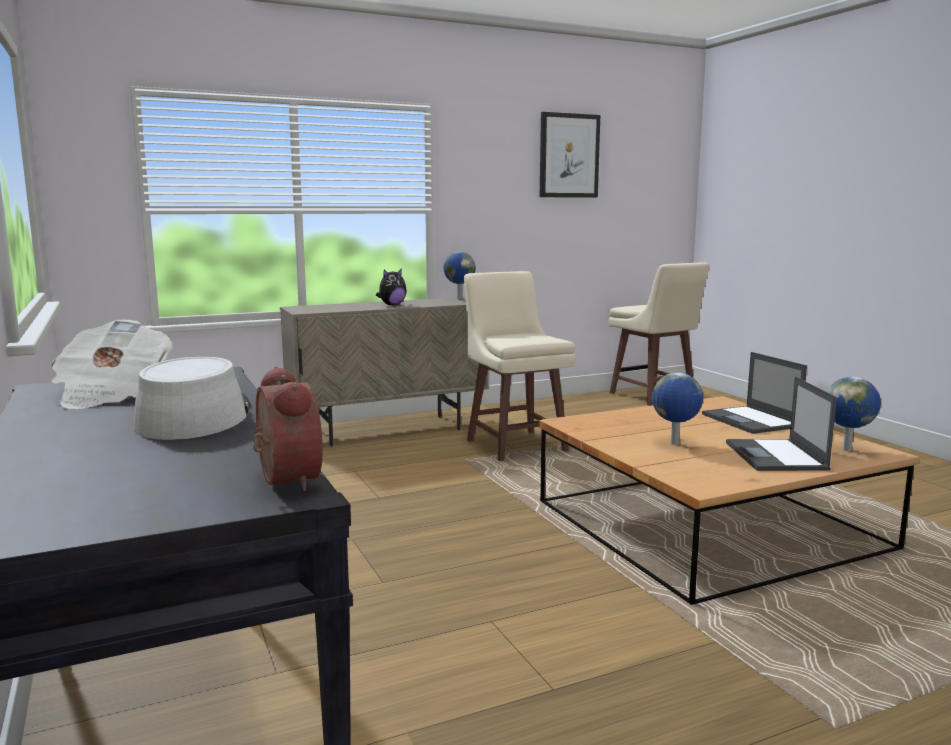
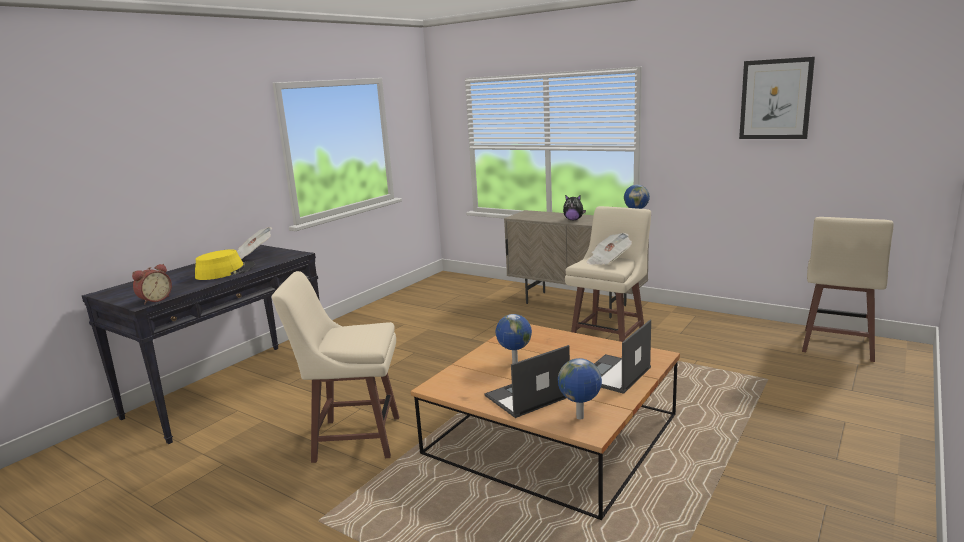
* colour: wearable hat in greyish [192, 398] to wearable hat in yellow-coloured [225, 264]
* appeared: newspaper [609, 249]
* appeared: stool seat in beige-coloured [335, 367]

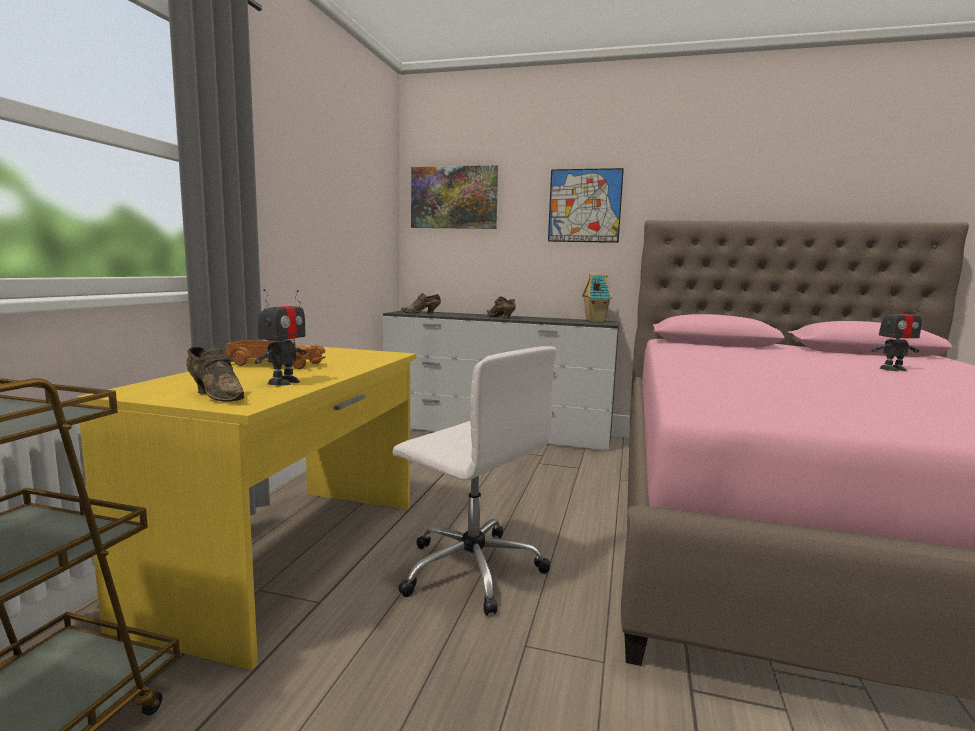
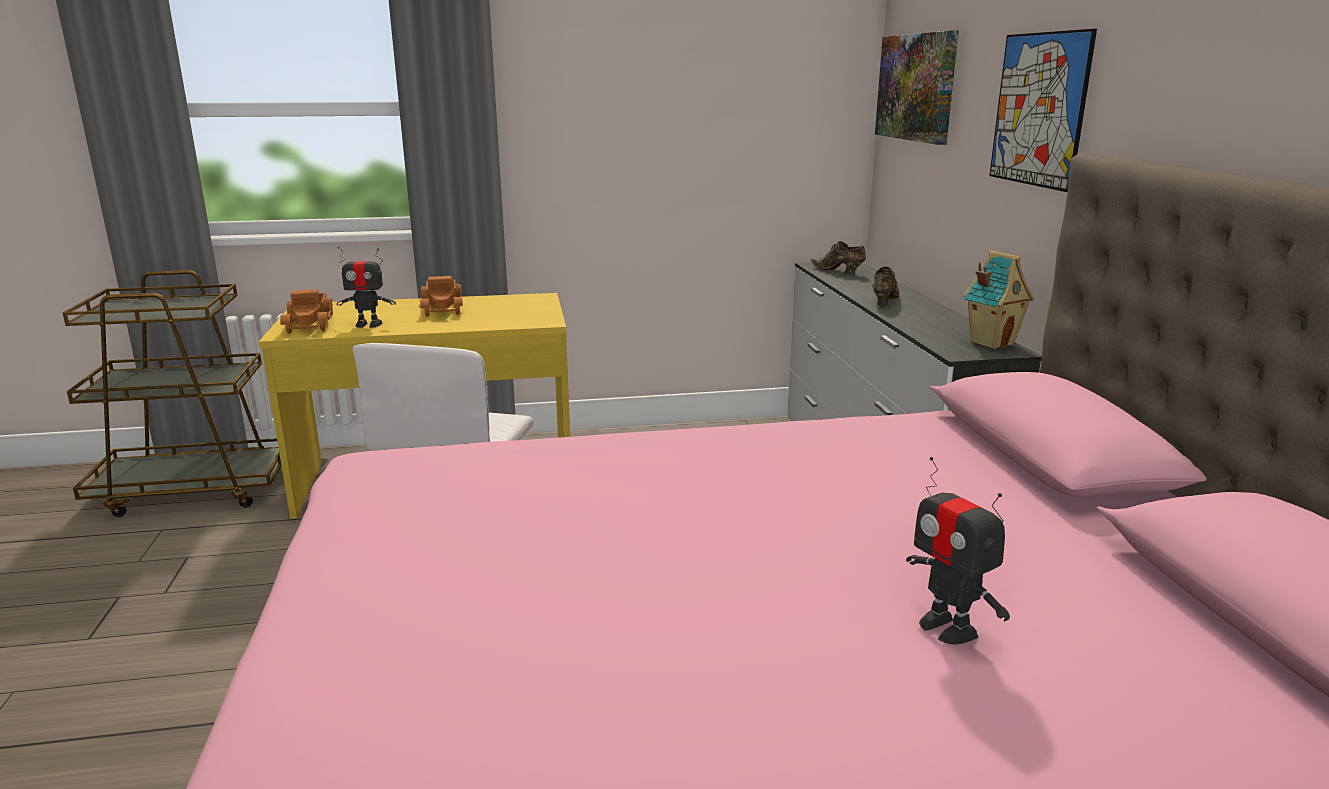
* exchanged: low shoe in brown [215, 374] to toy truck [306, 311]

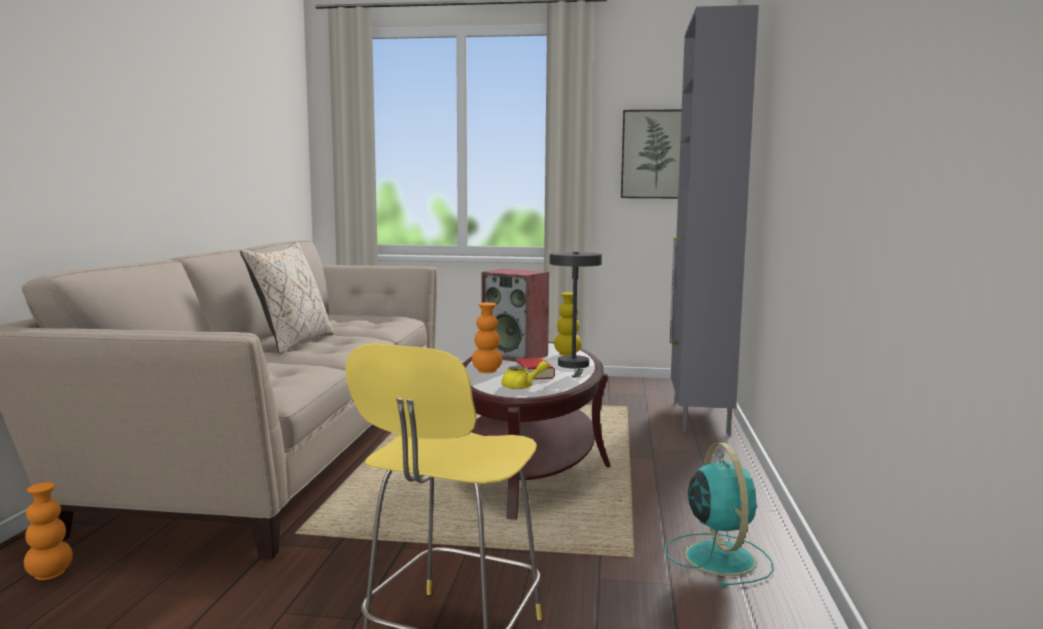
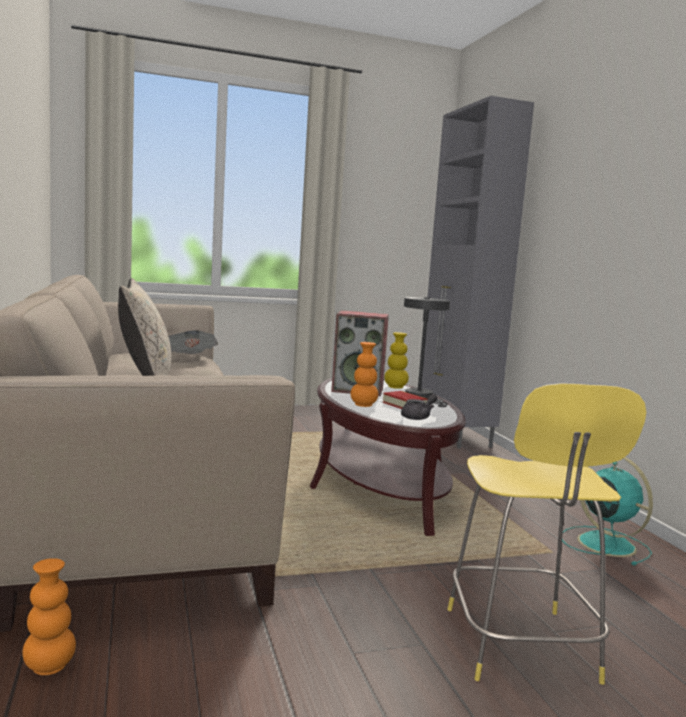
* missing: picture [651, 153]
* colour: tea pot in yellow-coloured [525, 375] to tea pot in greyish [419, 407]
* appeared: newspaper [193, 342]

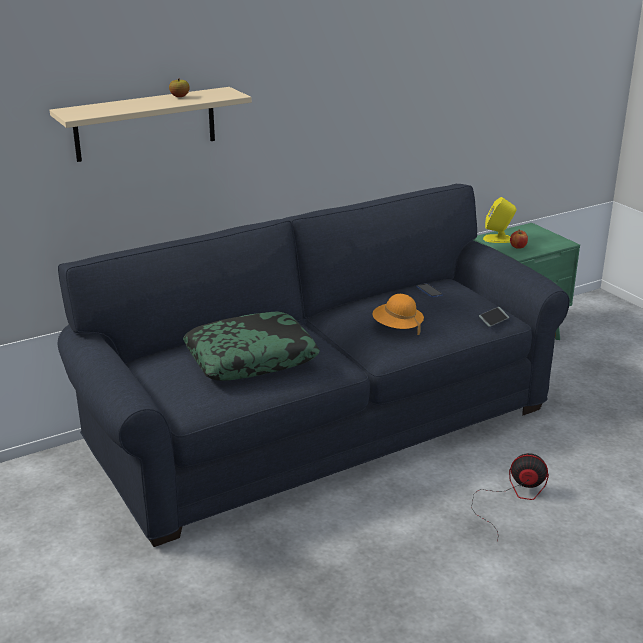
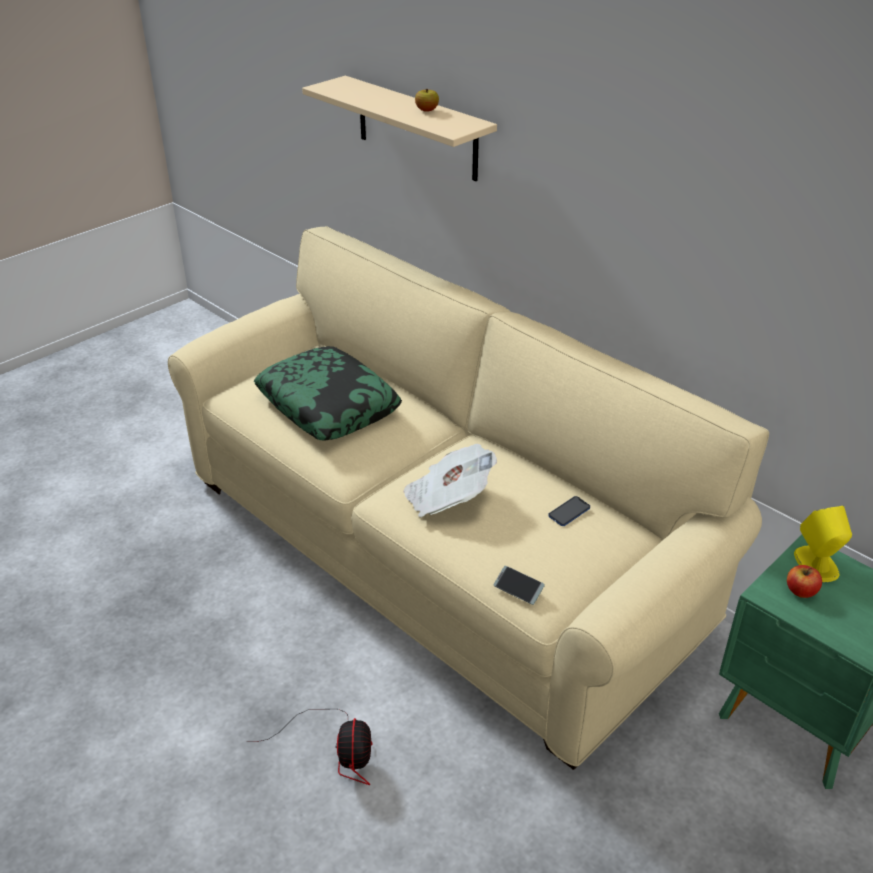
* colour: settee in blue [314, 365] to settee in beige-coloured [468, 498]
* exchanged: wearable hat in orangey [398, 314] to newspaper [450, 481]

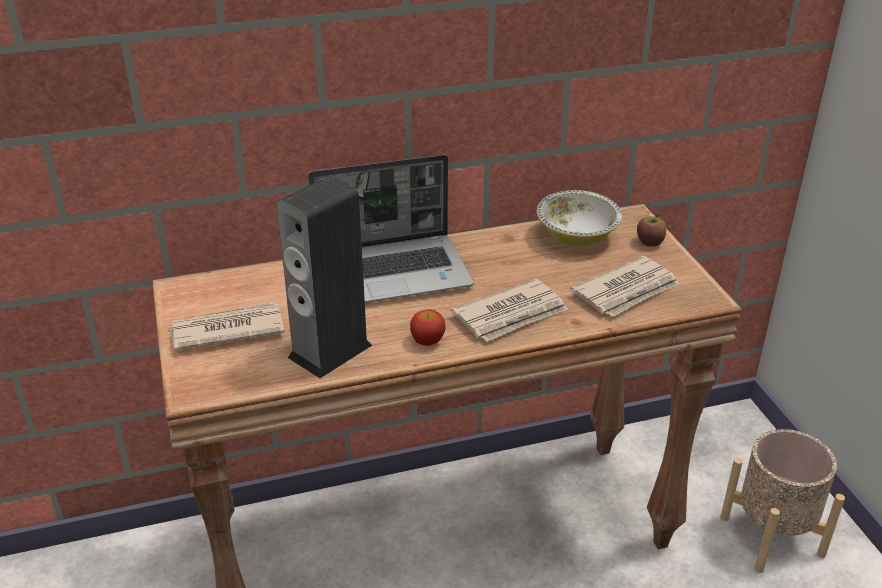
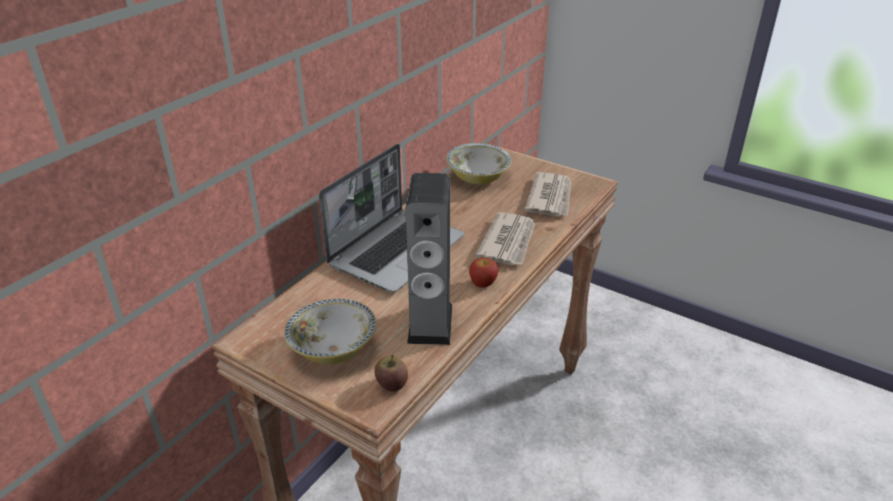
* relocated: apple fruit [651, 230] to [391, 373]
* exchanged: newspaper [227, 326] to serving bowl [330, 331]
* missing: flower pot in beige-coloured [782, 501]

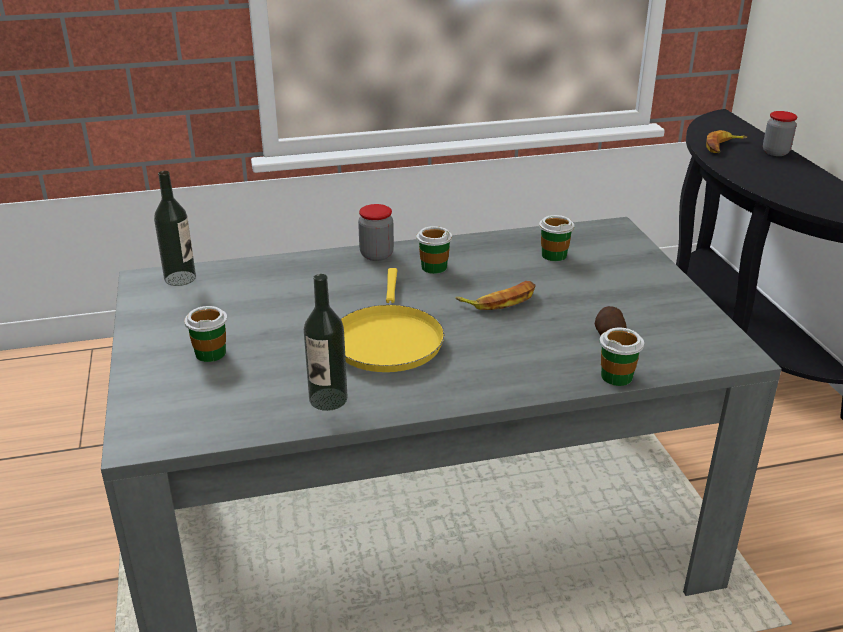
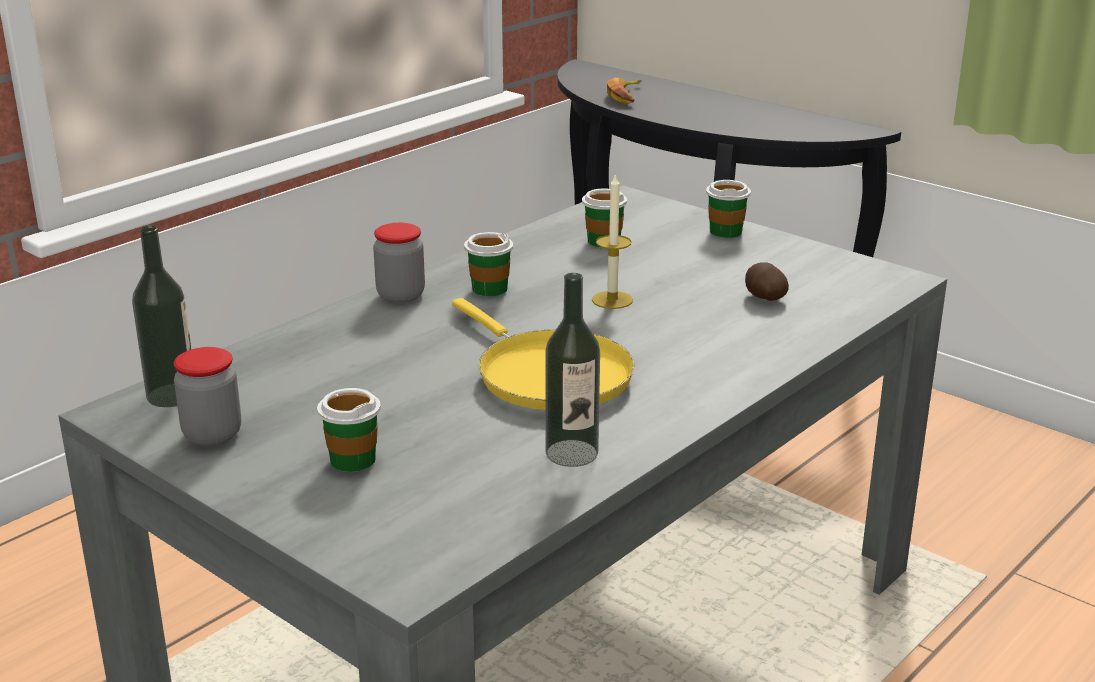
* relocated: preserve jar [780, 133] to [207, 396]
* exchanged: banana [495, 295] to wax light [612, 241]
* relocated: small cup [622, 357] to [728, 209]

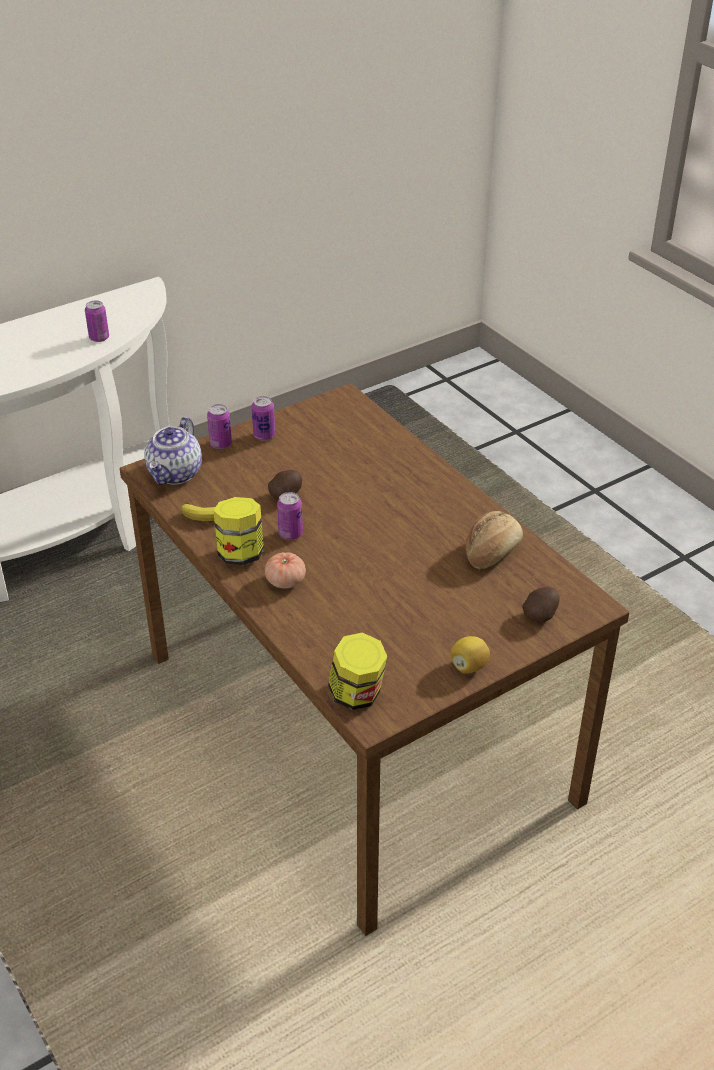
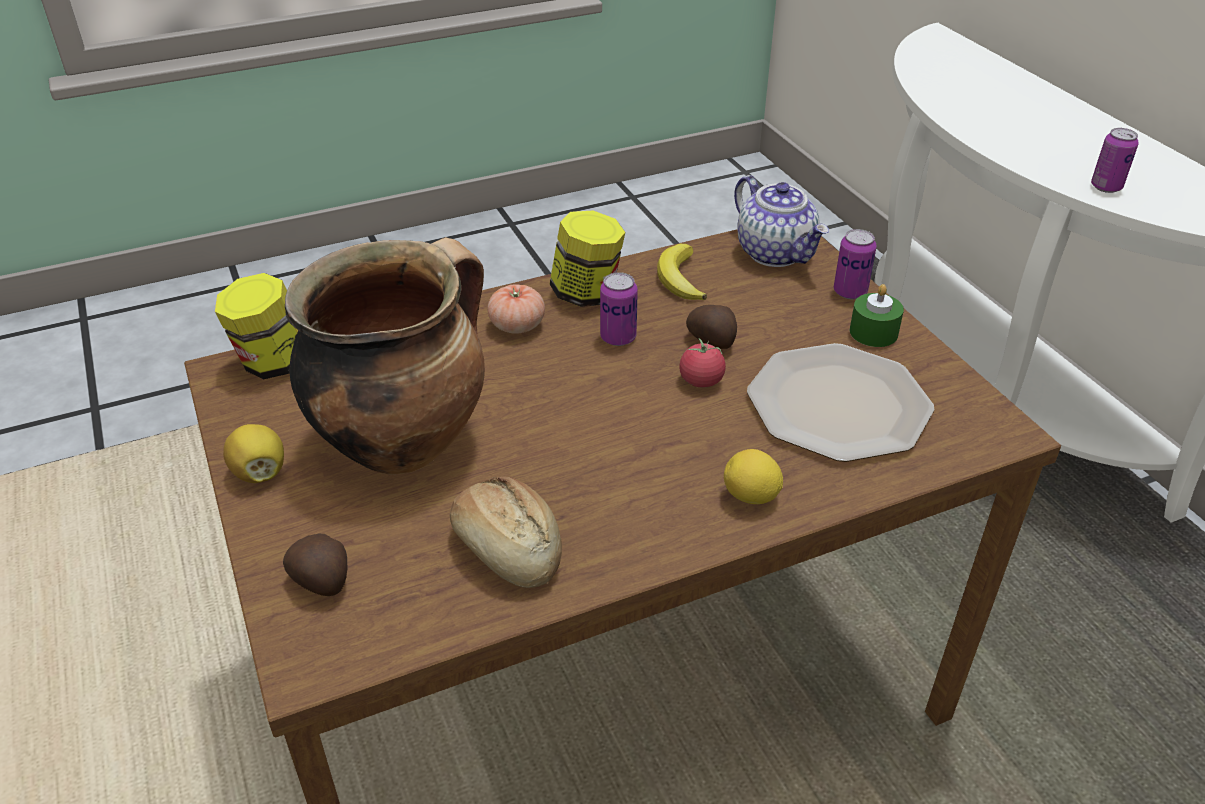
* exchanged: metal can [263, 418] to wax light in green-coloured [877, 315]
* spun: tea pot [173, 451] = [781, 221] 150 degrees counterclockwise
* appeared: stockpot [385, 356]
* appeared: whole tomato [702, 362]
* appeared: plate [840, 402]
* appeared: lemon [753, 476]

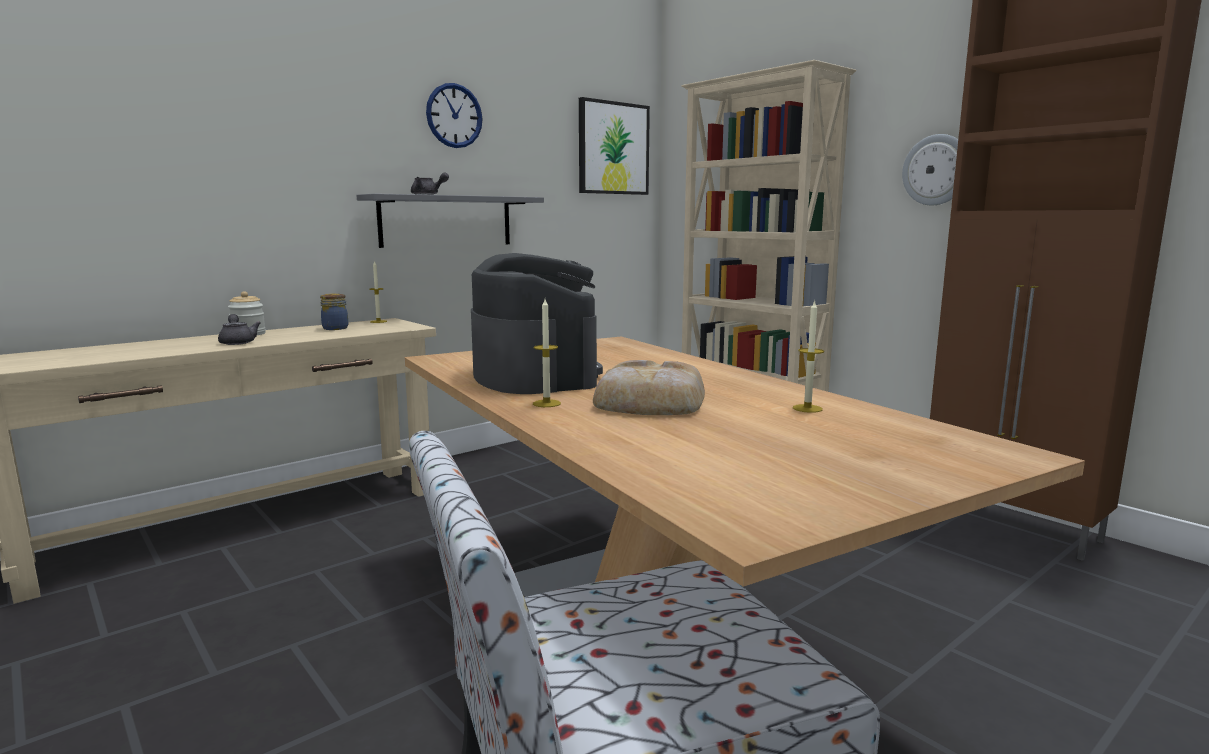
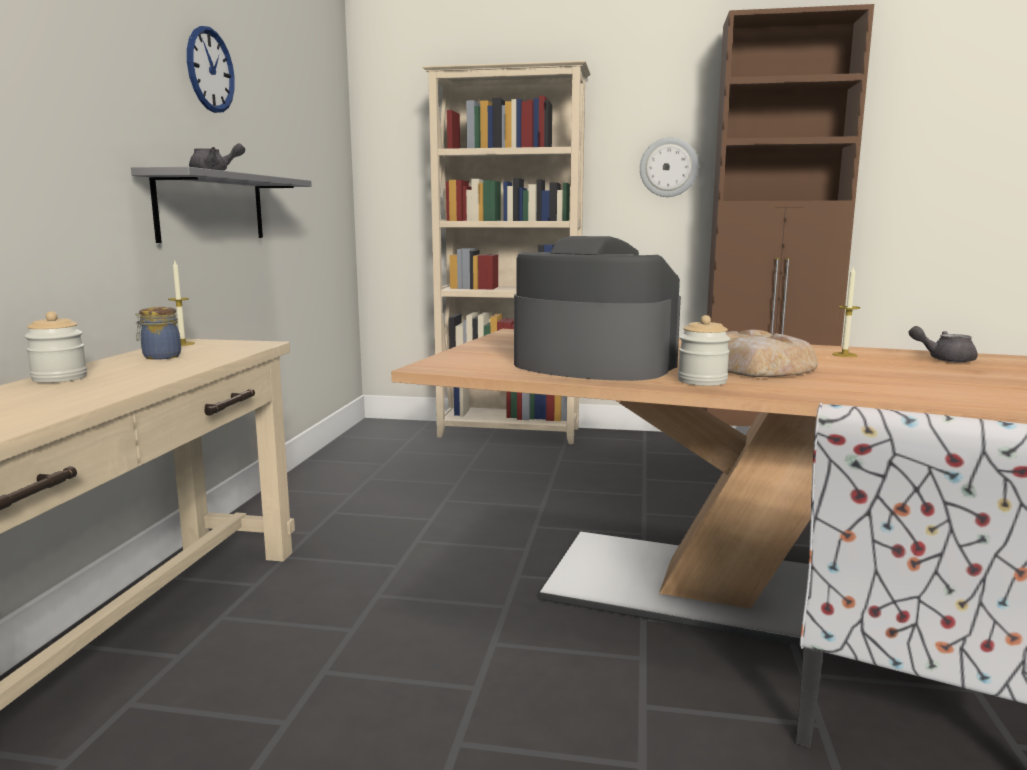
* missing: picture [614, 146]
* exchanged: wax light [547, 353] to preserve jar [704, 350]
* relocated: tea pot in greyish [239, 329] to [943, 344]

